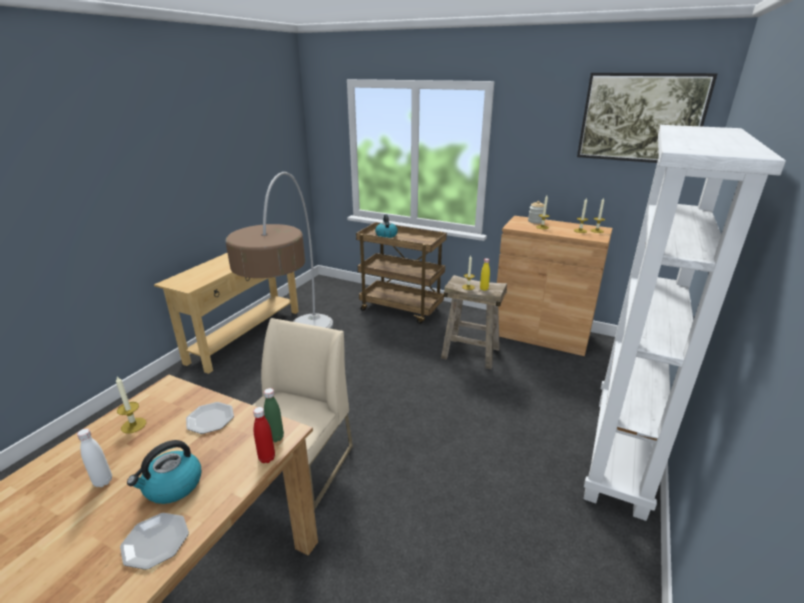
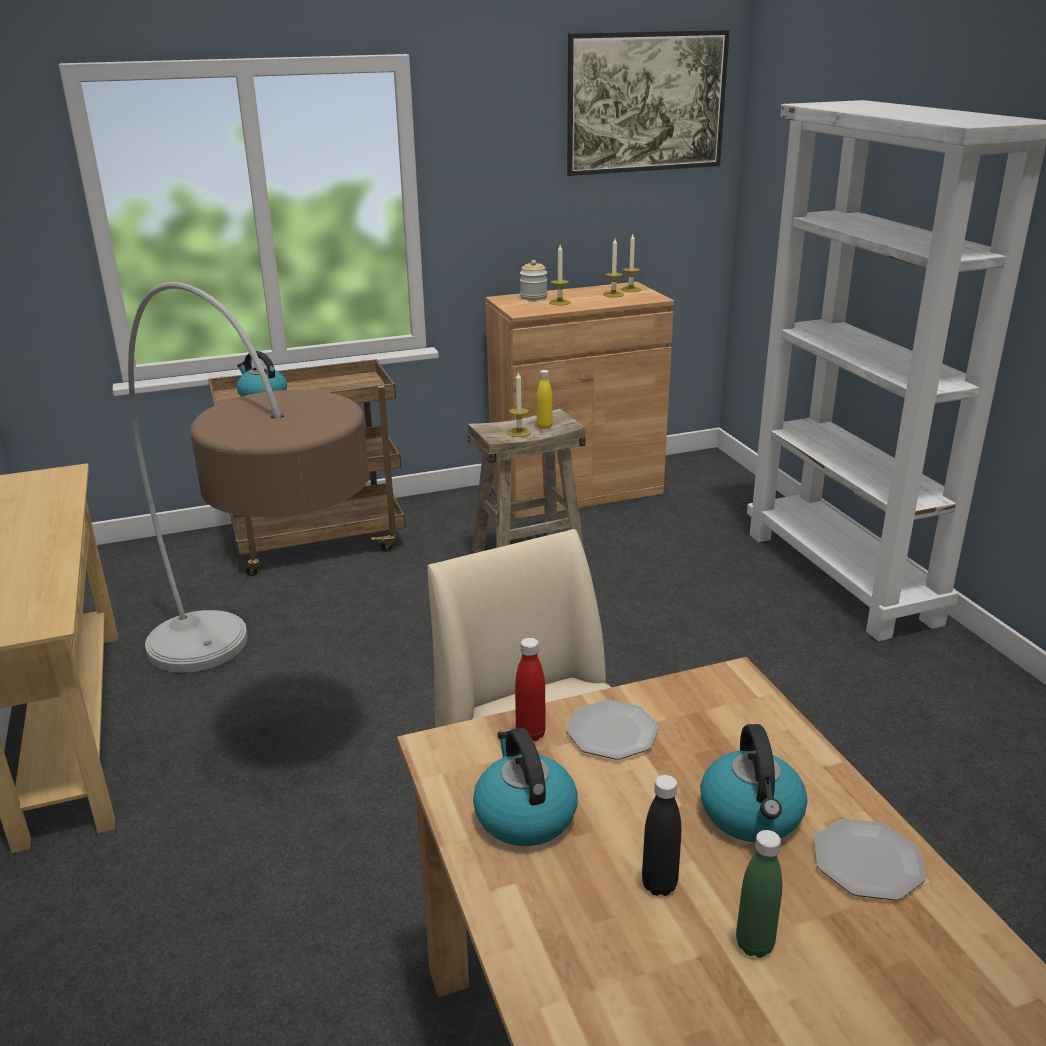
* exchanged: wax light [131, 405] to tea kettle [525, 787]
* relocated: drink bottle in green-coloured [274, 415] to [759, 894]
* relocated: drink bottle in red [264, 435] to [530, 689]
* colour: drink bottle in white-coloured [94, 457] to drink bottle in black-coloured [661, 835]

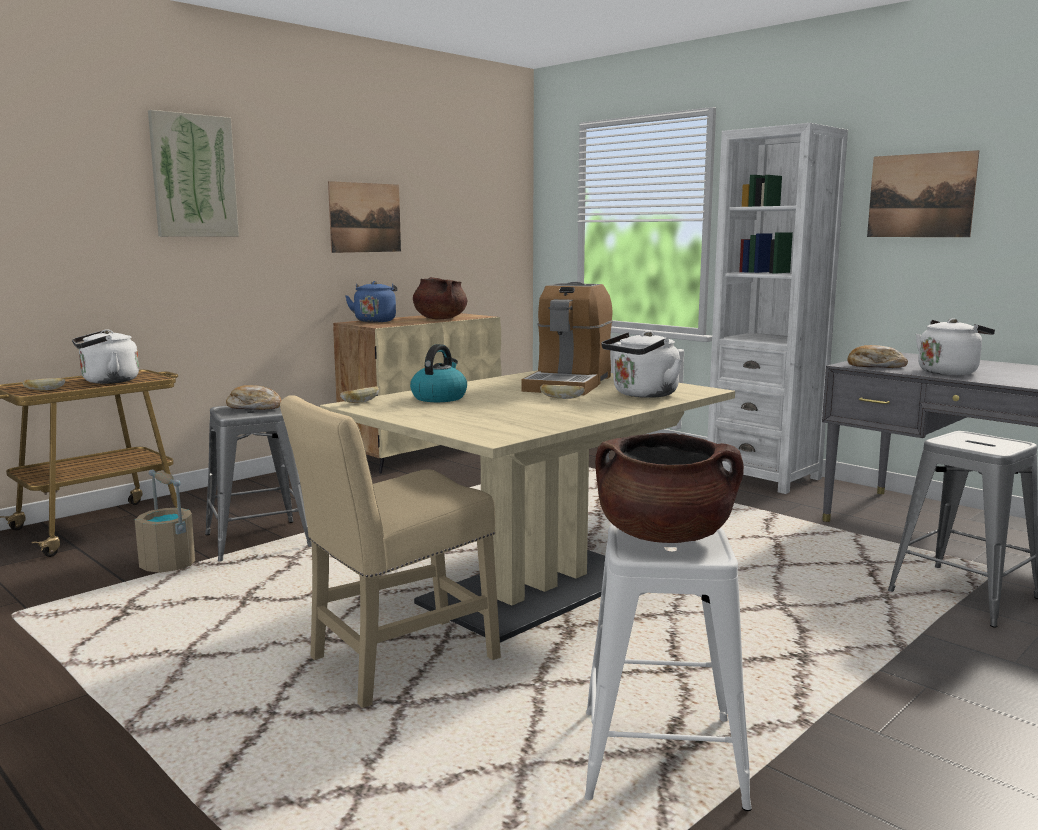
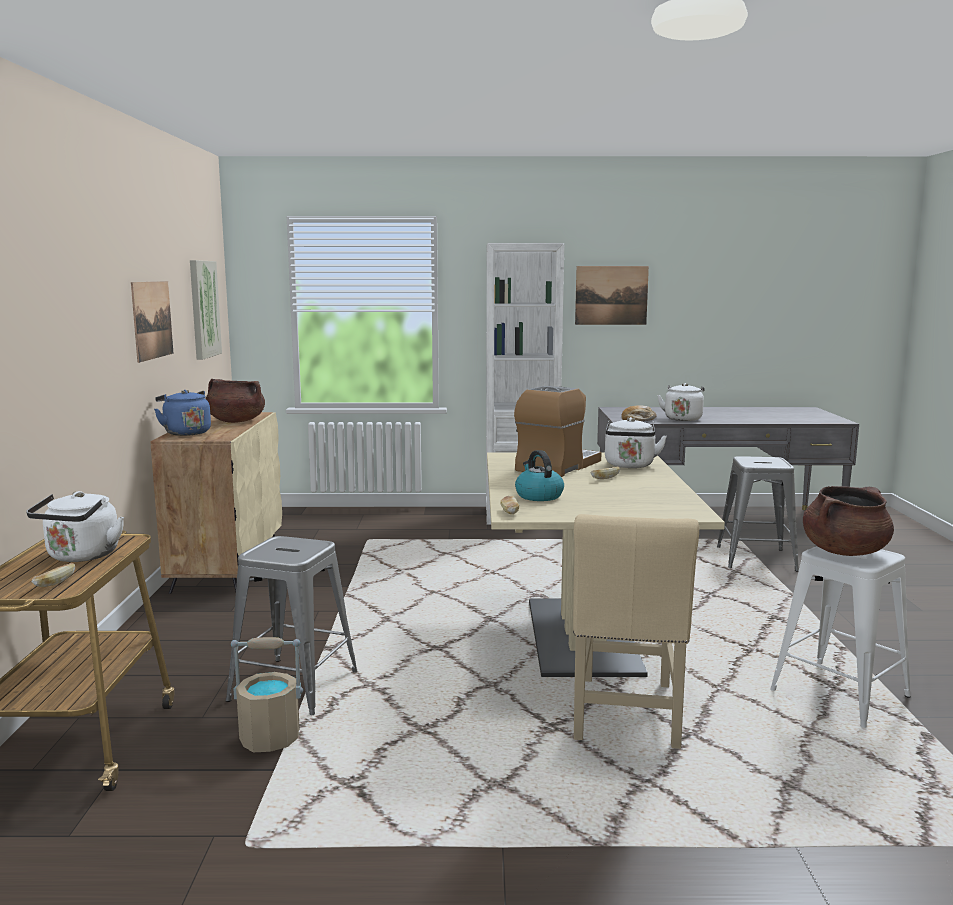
* relocated: picture [193, 173] to [206, 310]
* spun: coffee maker [567, 338] = [558, 431] 120 degrees counterclockwise
* missing: bakery bread [254, 397]

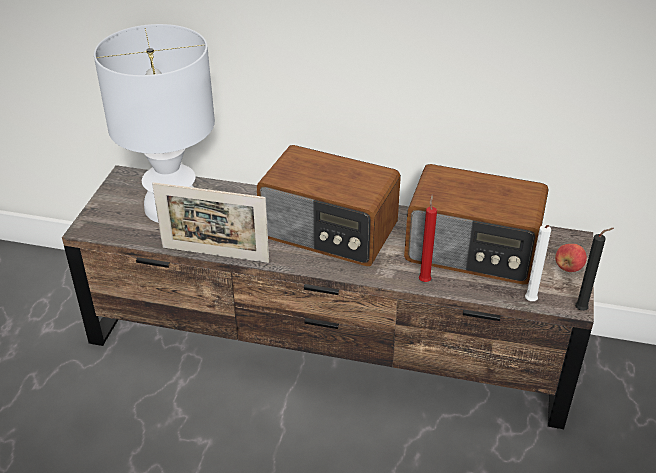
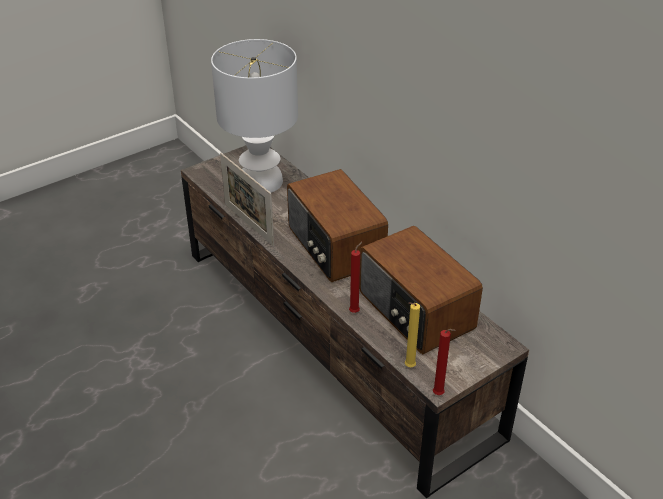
* colour: wax light in white-coloured [538, 263] to wax light in yellow-coloured [412, 334]
* colour: wax light in black-coloured [594, 269] to wax light in red [444, 362]
* missing: apple fruit [571, 258]

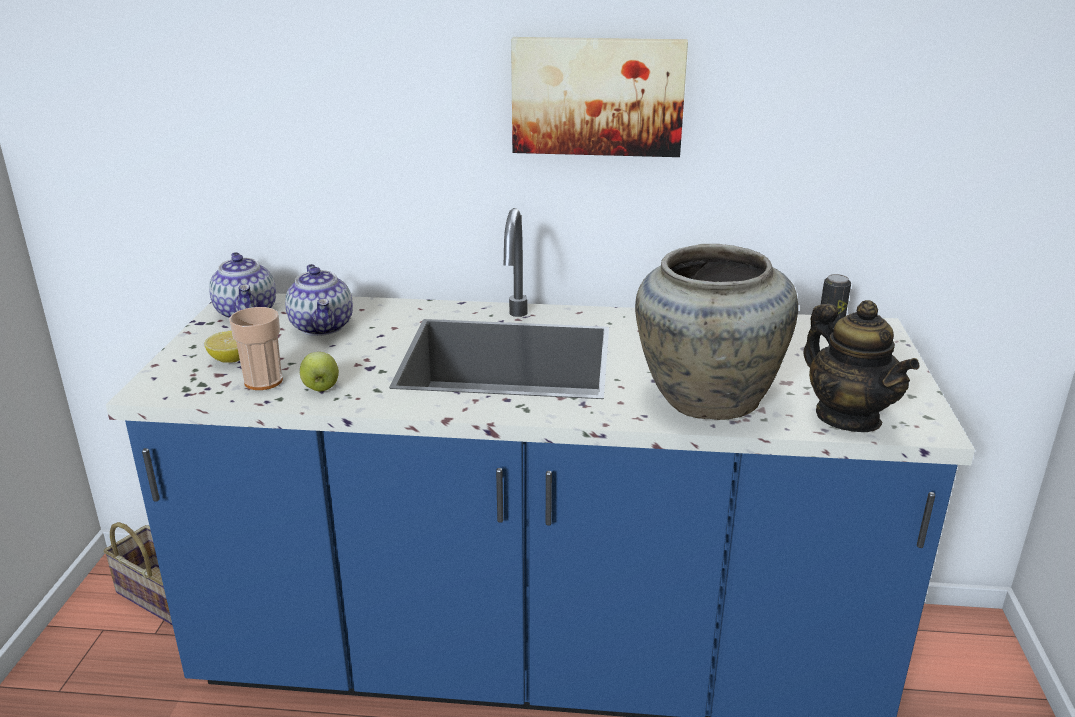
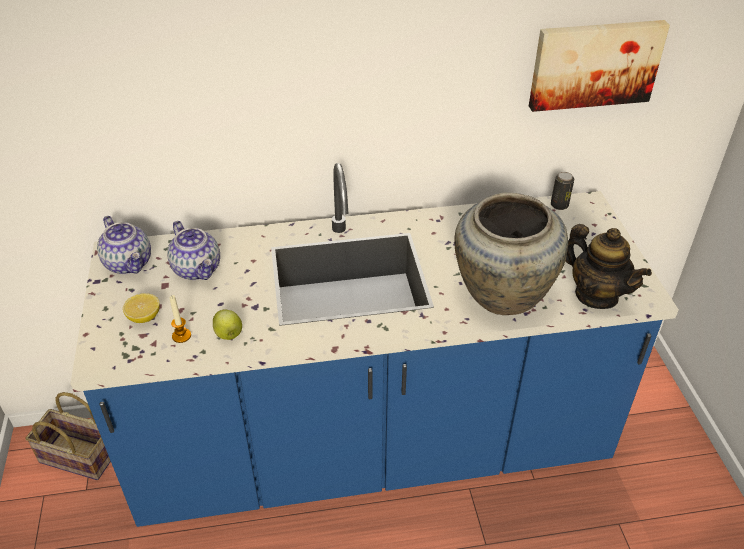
* relocated: picture [599, 97] to [599, 66]
* exchanged: small cup [256, 348] to wax light [180, 319]

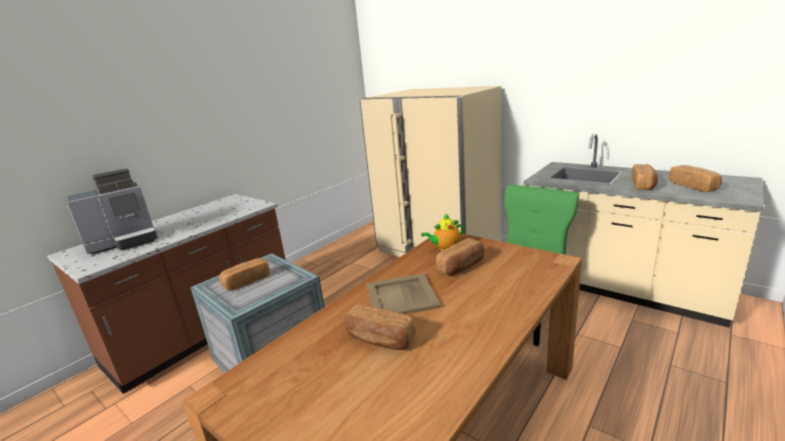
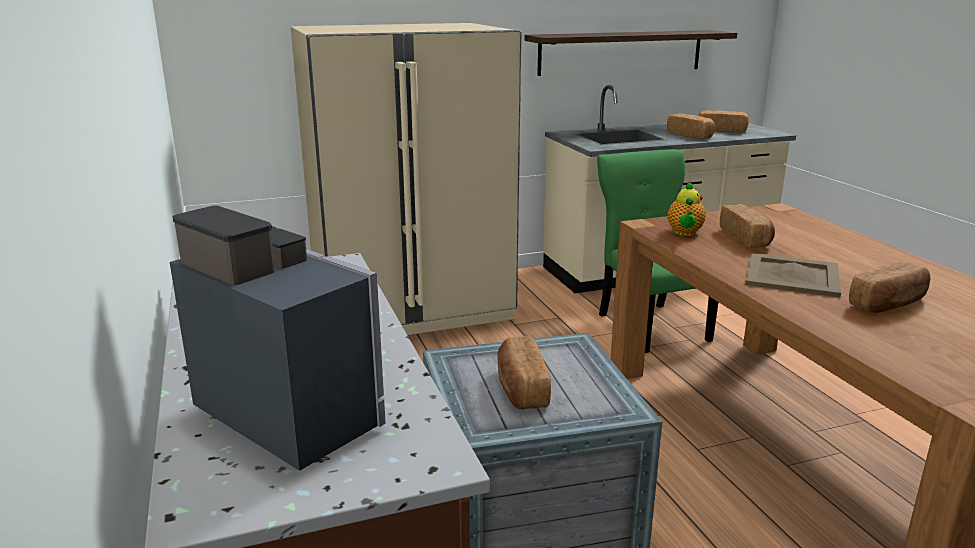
* spun: coffee maker [112, 211] = [277, 338] 45 degrees counterclockwise
* appeared: shelf [630, 53]

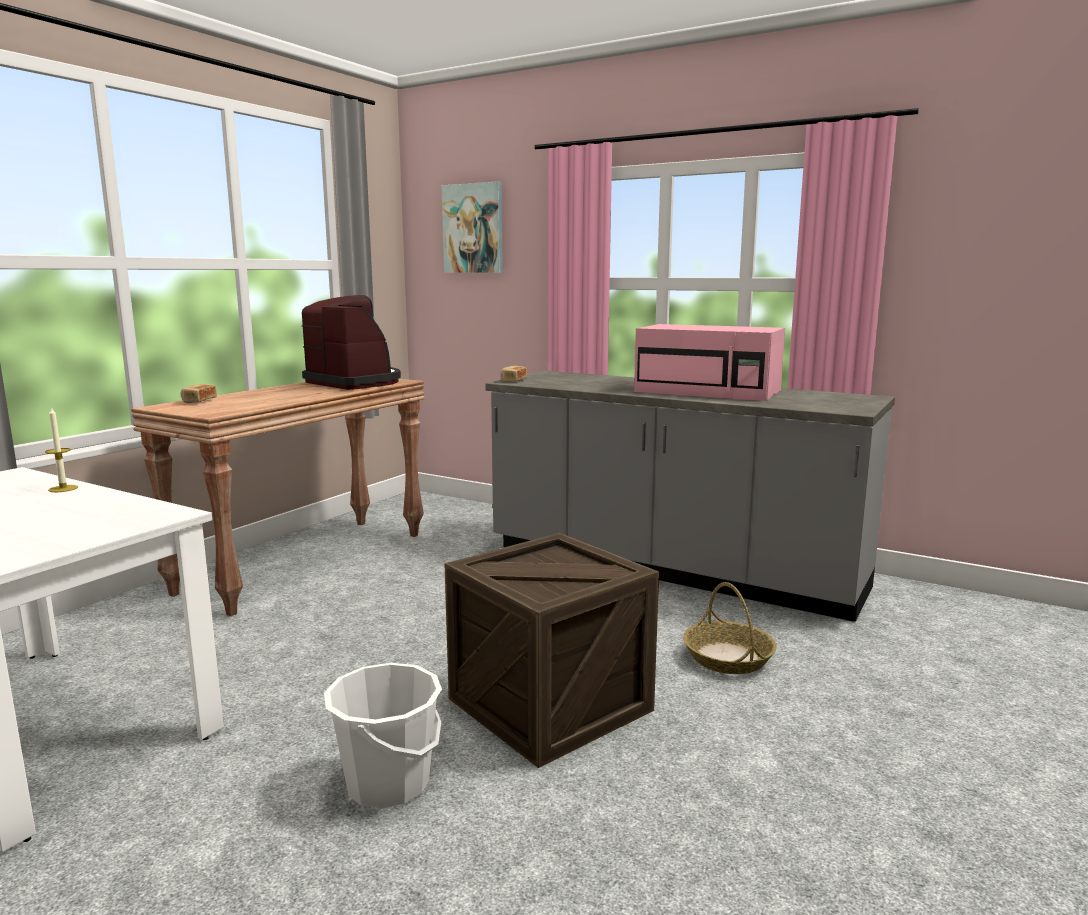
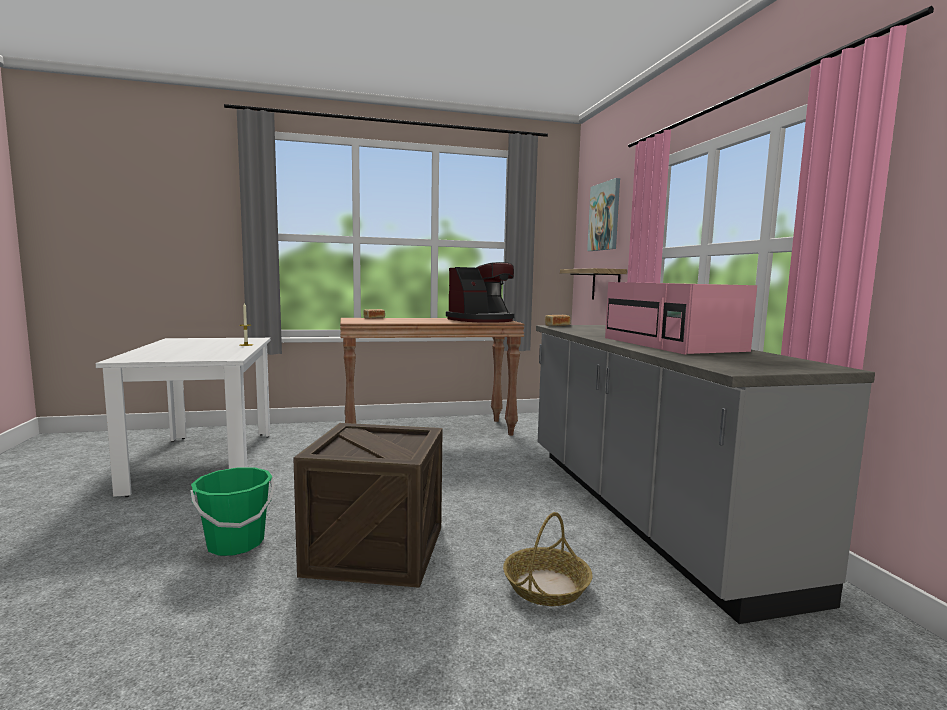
* spun: coffee maker [351, 342] = [480, 292] 60 degrees clockwise
* colour: bucket in white-coloured [383, 736] to bucket in green-coloured [232, 512]
* appeared: shelf [593, 284]

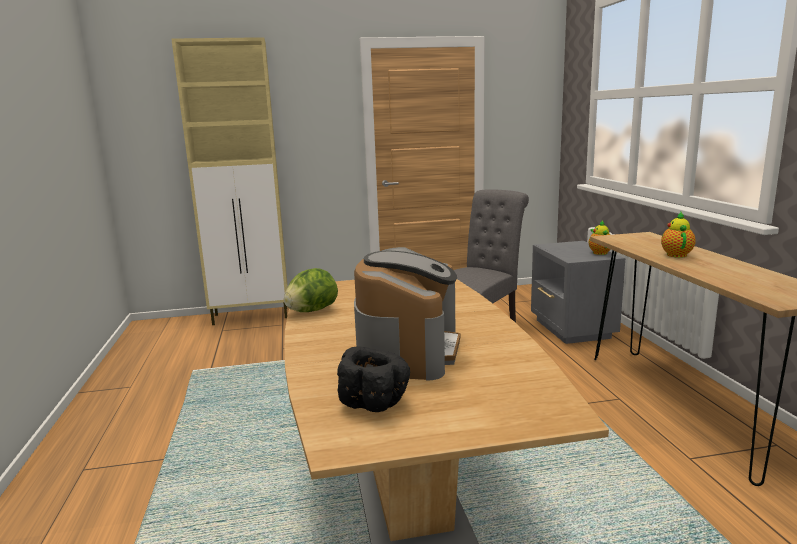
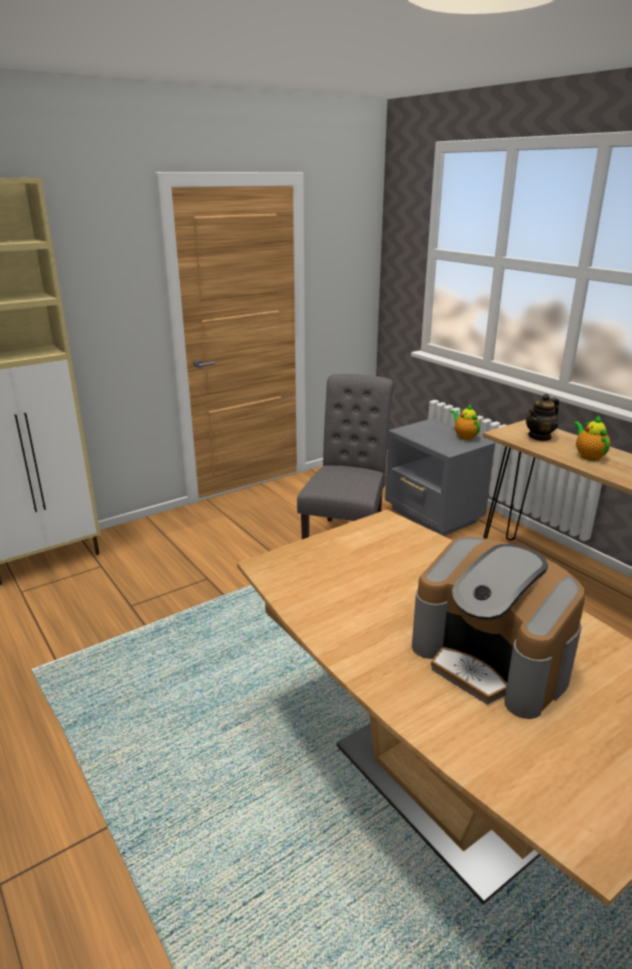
* spun: coffee maker [407, 314] = [498, 628] 150 degrees clockwise
* missing: lettuce [311, 290]
* missing: serving bowl in black-coloured [373, 379]
* appeared: tea pot [542, 417]

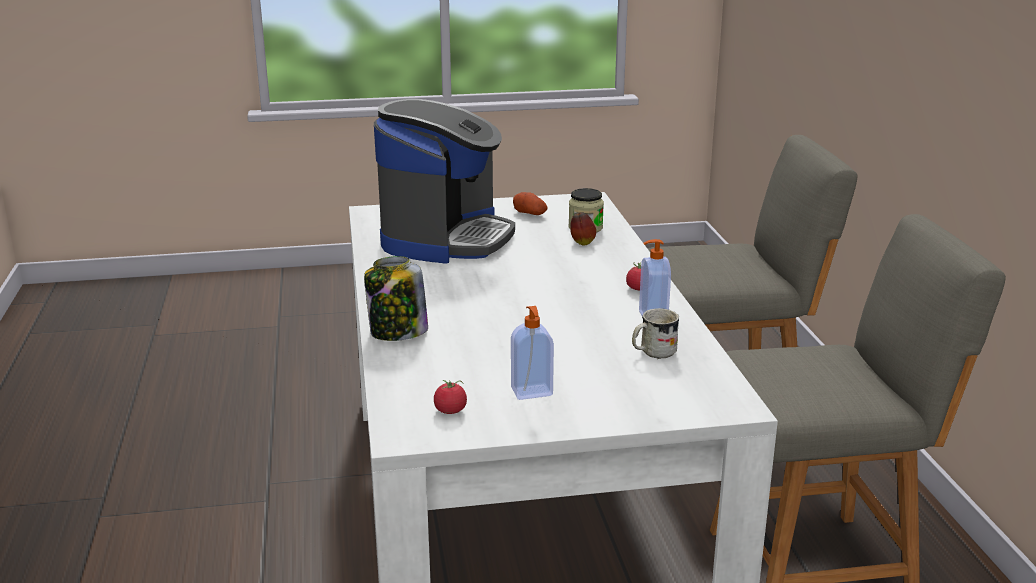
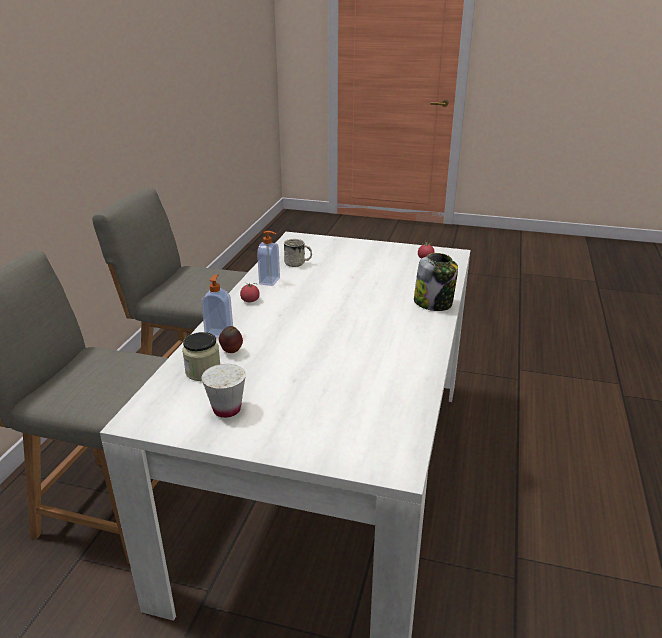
* missing: coffee maker [444, 181]
* exchanged: spud [530, 203] to small cup in white-coloured [223, 391]
* relocated: soap bottle [532, 353] to [217, 306]

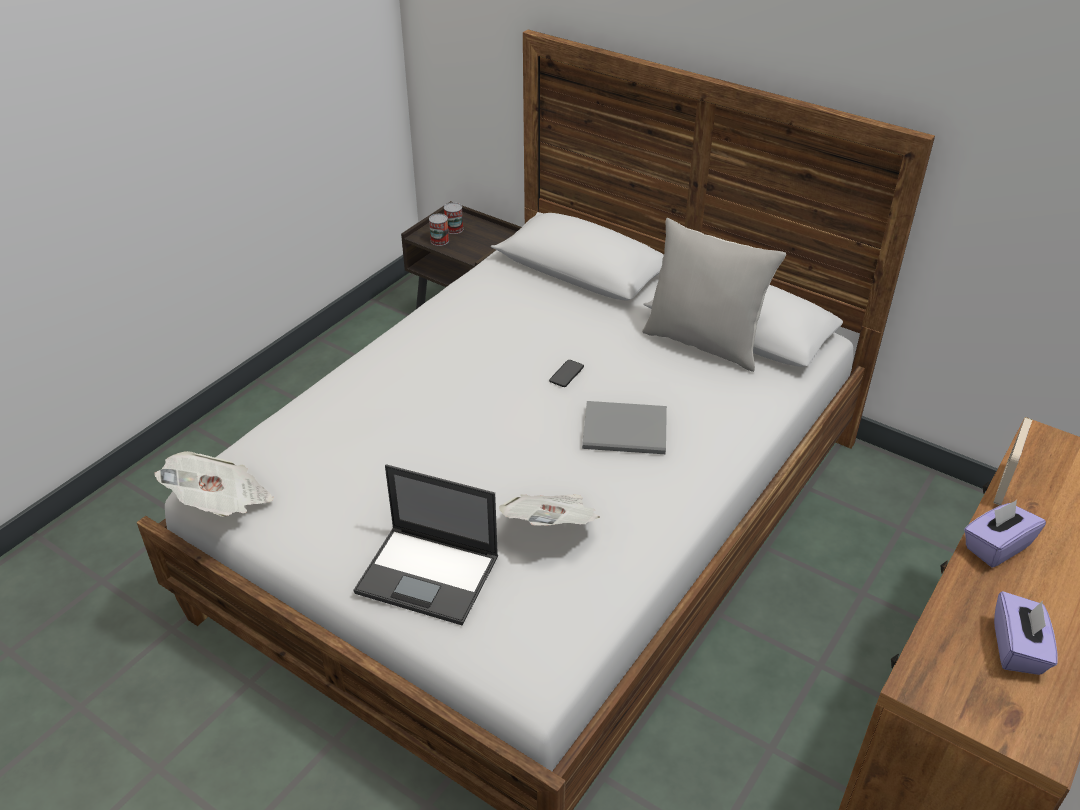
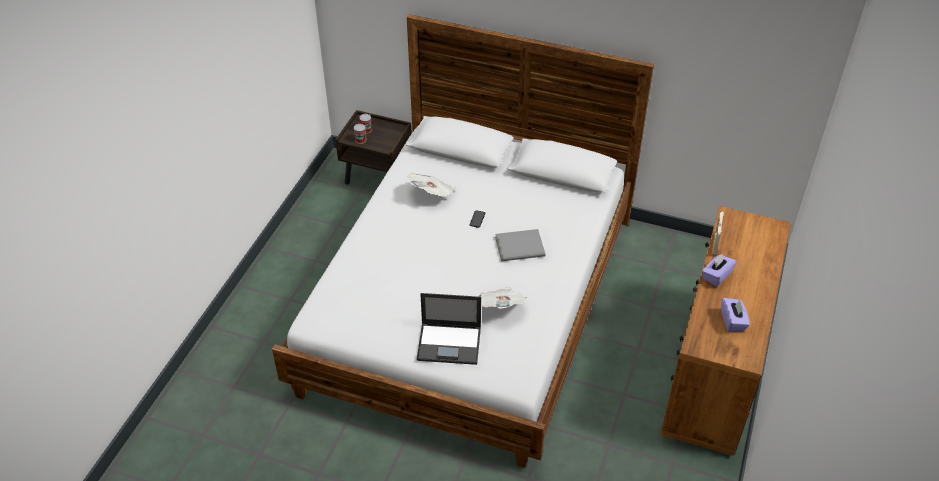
* missing: cushion in greyish [714, 295]
* relocated: newspaper [214, 484] to [432, 185]

